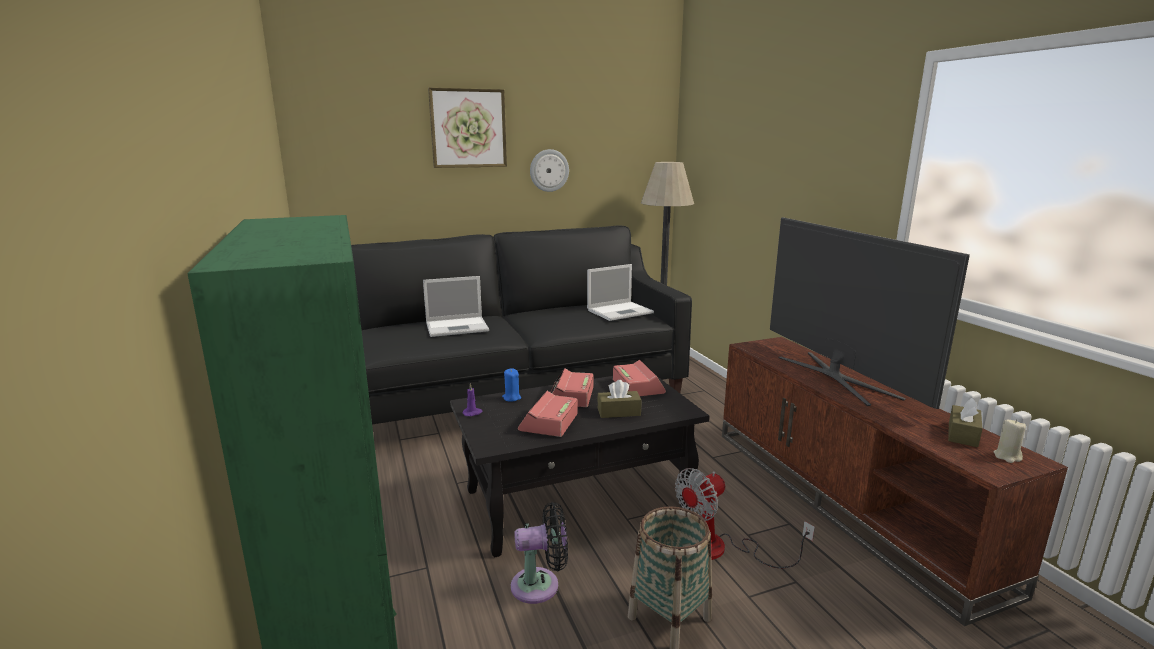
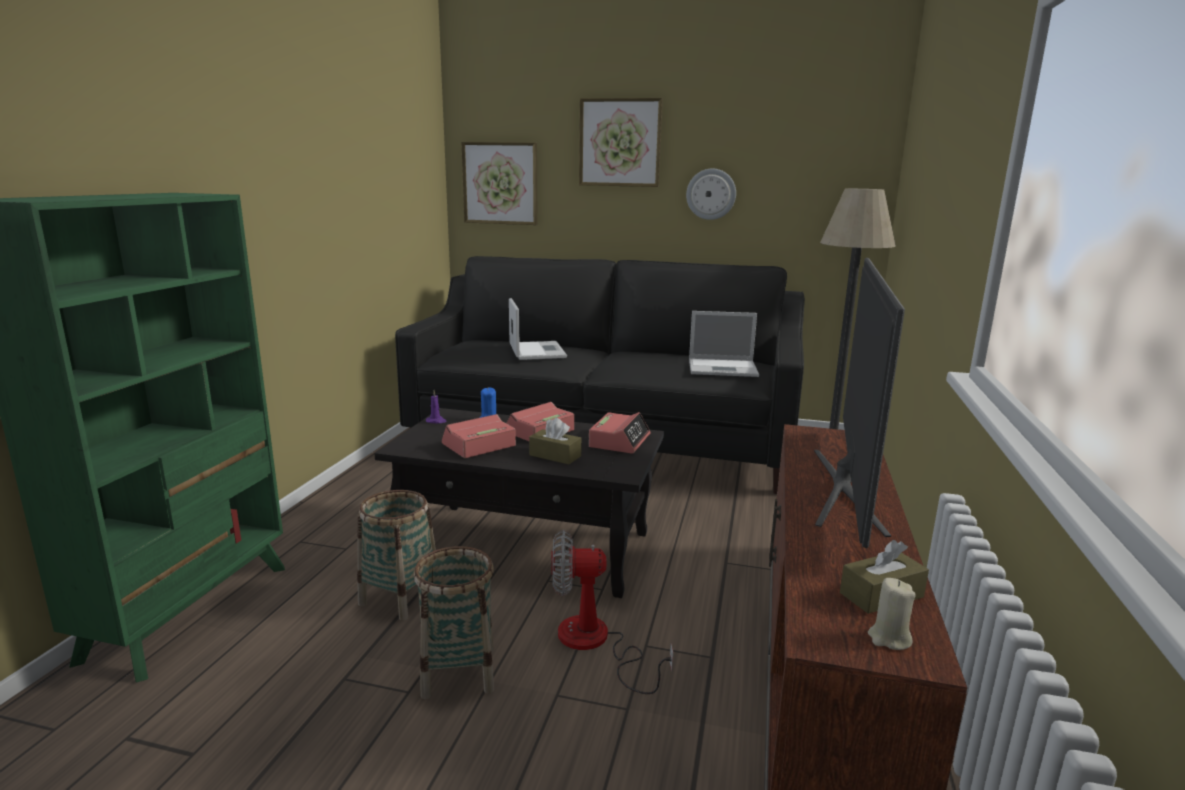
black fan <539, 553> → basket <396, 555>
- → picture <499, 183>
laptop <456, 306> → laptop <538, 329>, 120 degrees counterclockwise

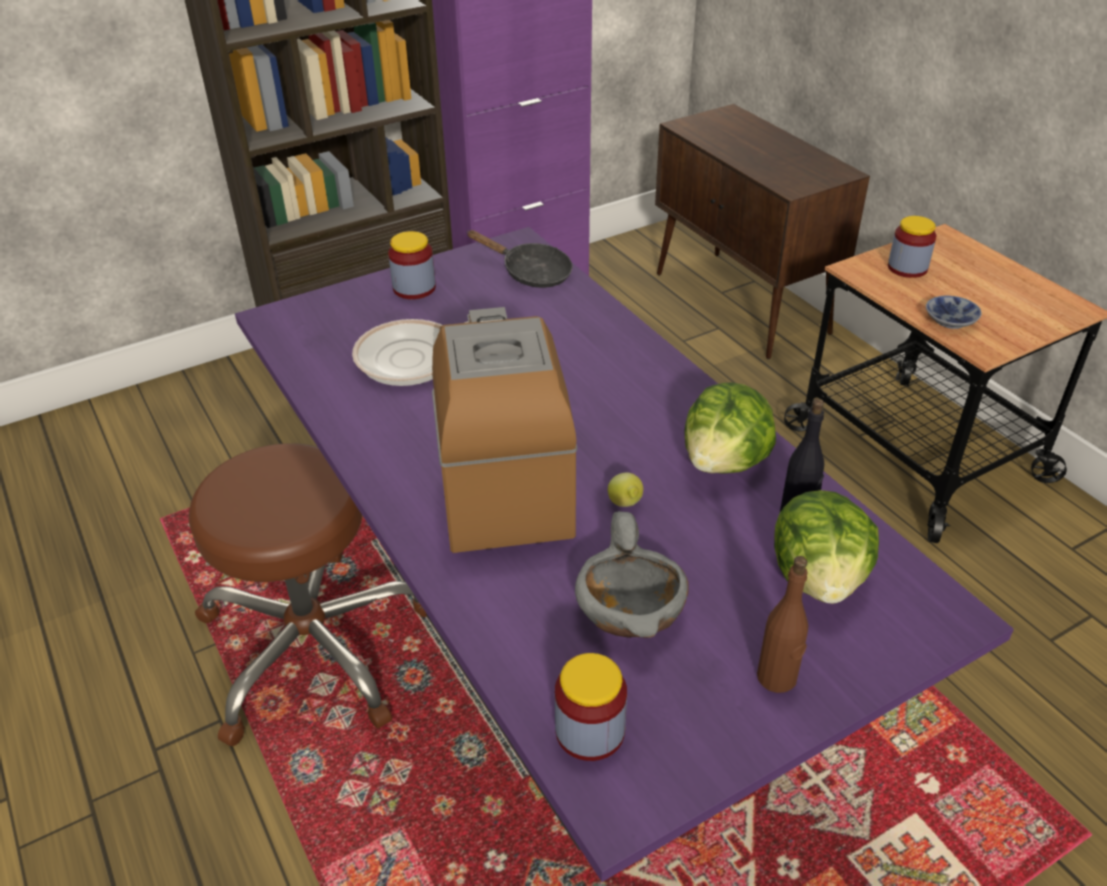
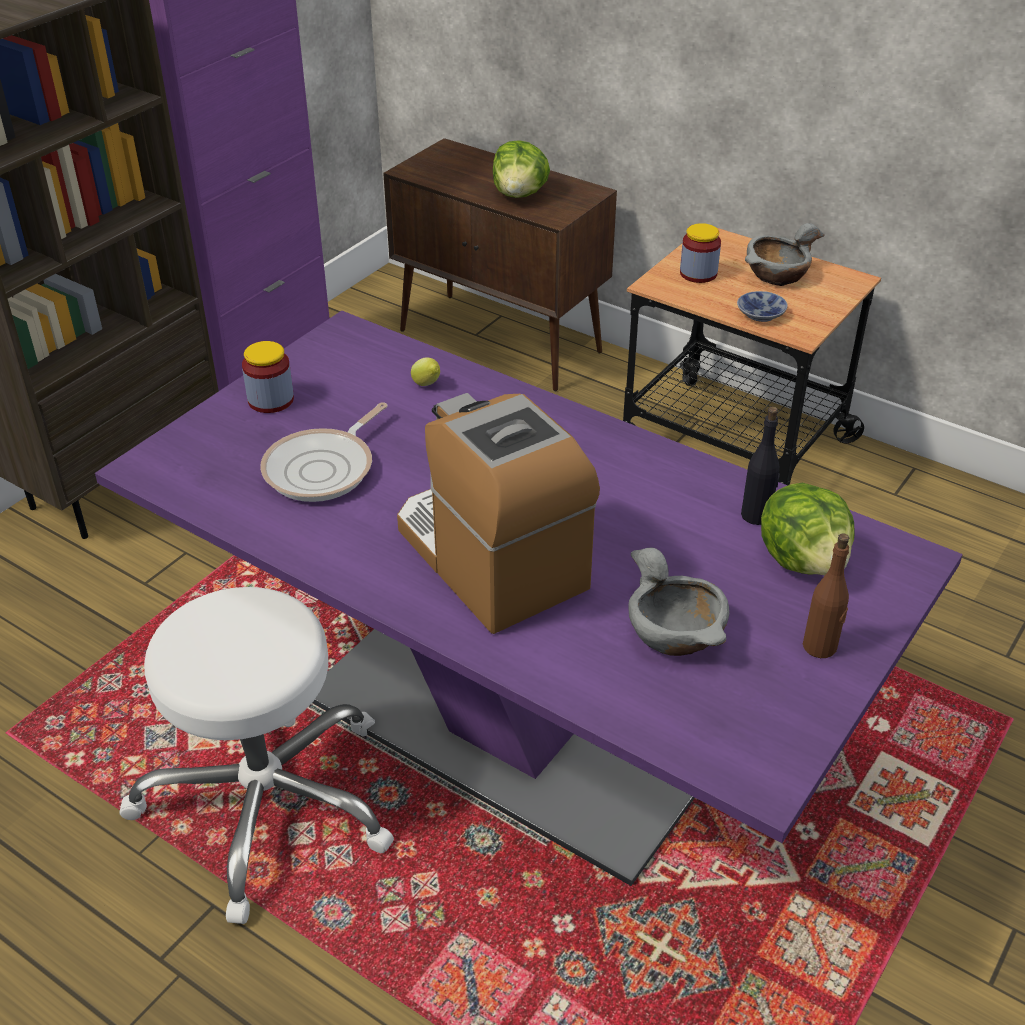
brown stool <308, 594> → white stool <256, 755>
lemon <625, 489> → lemon <425, 372>, shifted
lettuce <730, 428> → lettuce <521, 169>, shifted
- → grey bowl <785, 254>
black frying pan <520, 259> → -
jar <591, 707> → -

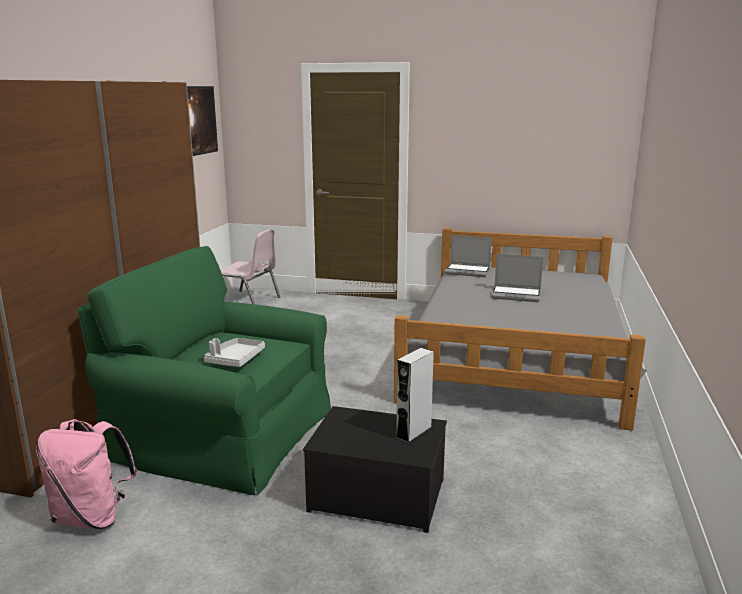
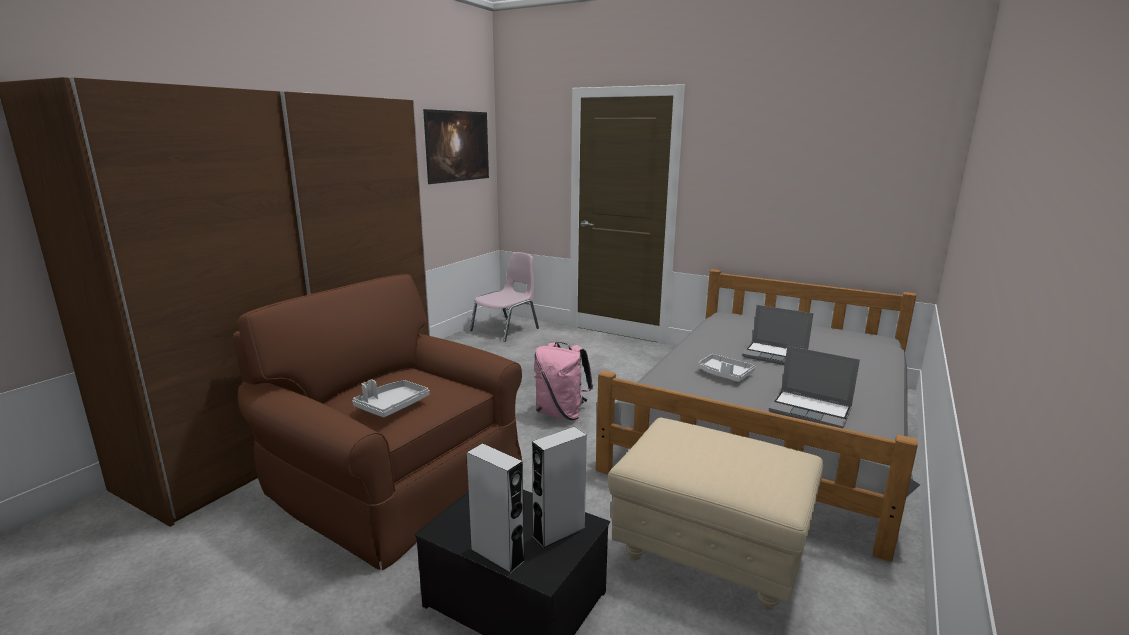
green armchair <204, 370> → brown armchair <377, 422>
- → grey speaker <496, 508>
pink chair <250, 266> → pink chair <504, 297>, 90 degrees counterclockwise
pink backpack <87, 474> → pink backpack <563, 381>, shifted
- → beige ottoman <715, 513>
- → white tray <726, 368>
laptop <468, 256> → laptop <814, 387>, shifted

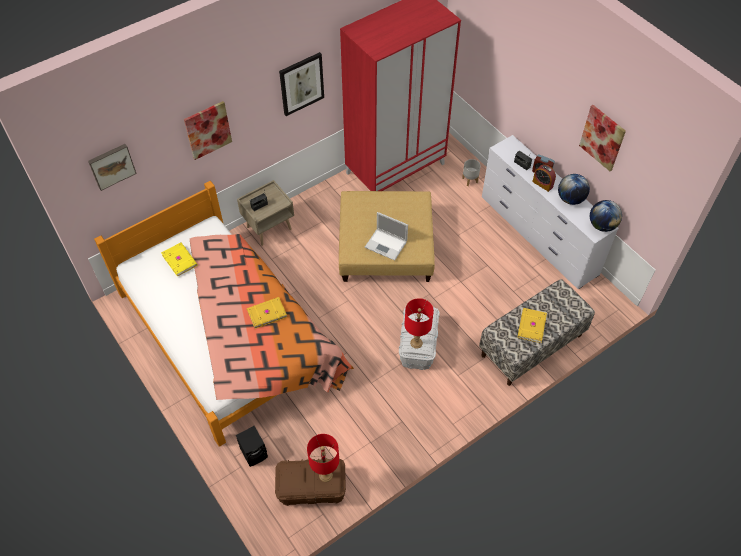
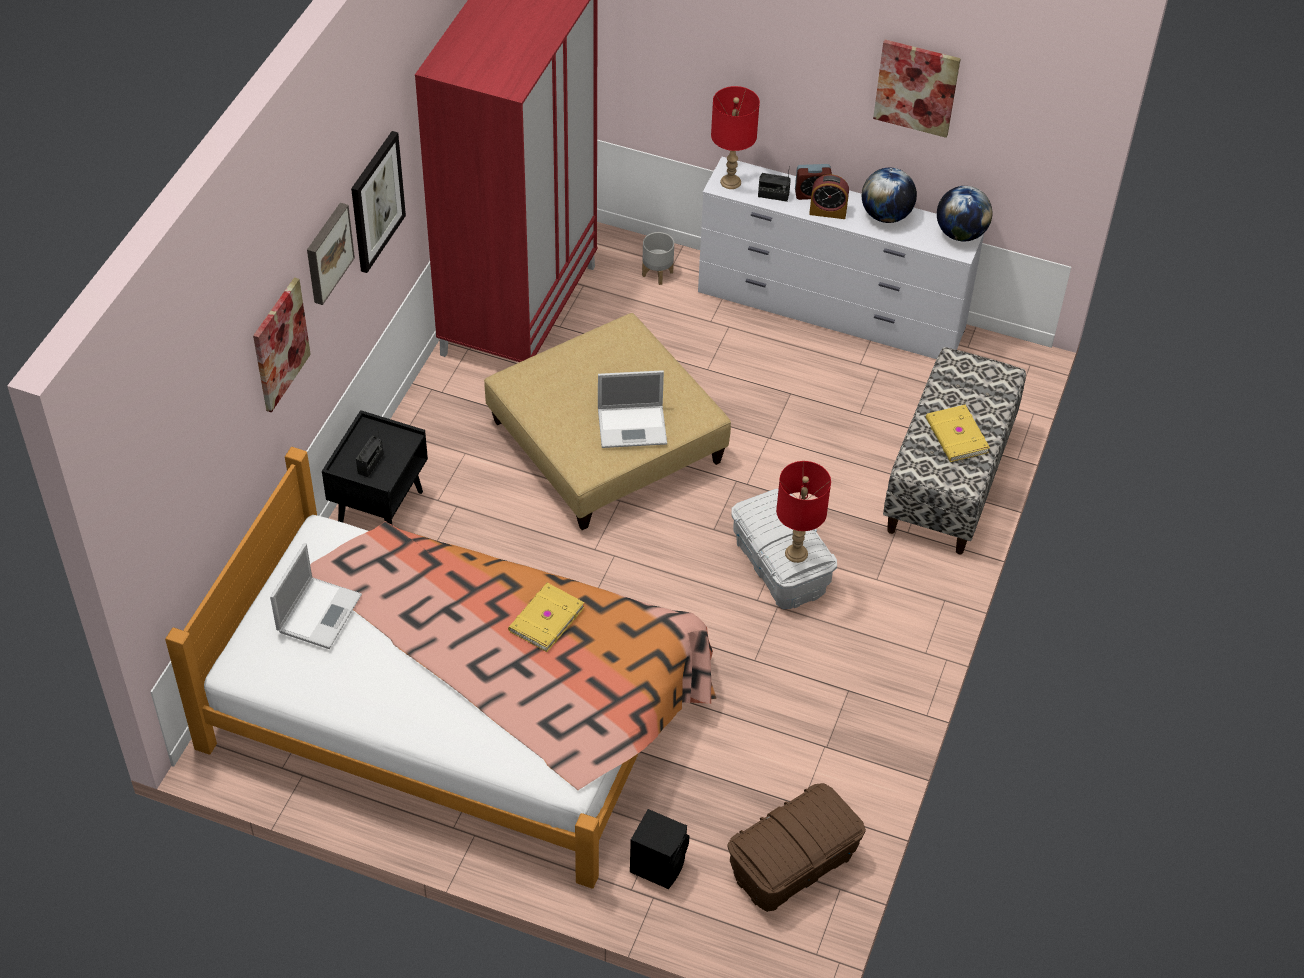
yellow book <179, 259> → laptop <316, 596>
picture <112, 167> → picture <331, 254>, shifted
beige nightstand <265, 213> → black nightstand <375, 467>
red table lamp <323, 458> → red table lamp <735, 137>, shifted

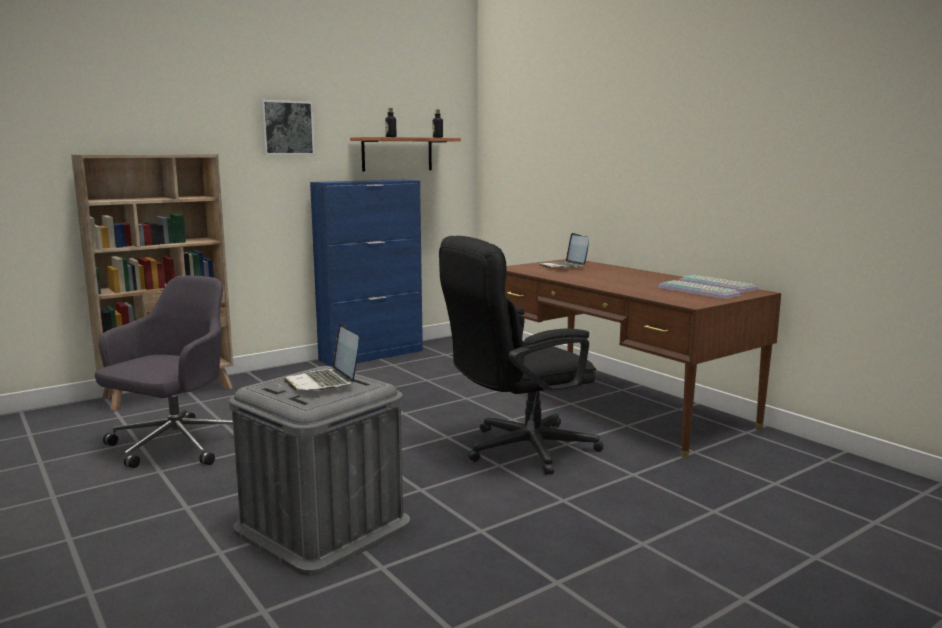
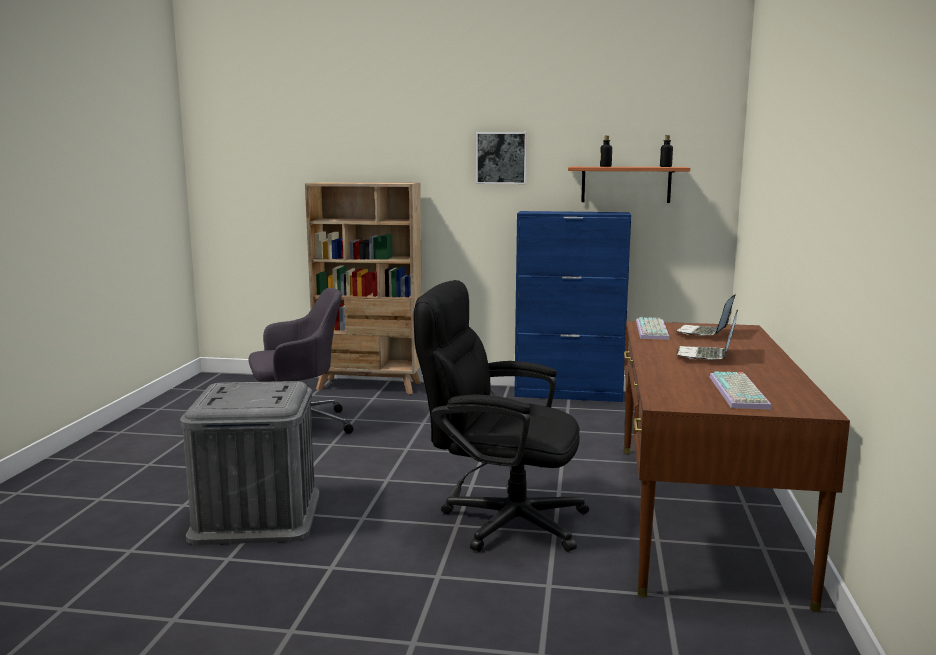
keyboard <718, 284> → keyboard <653, 328>, shifted
laptop <321, 357> → laptop <707, 335>, shifted

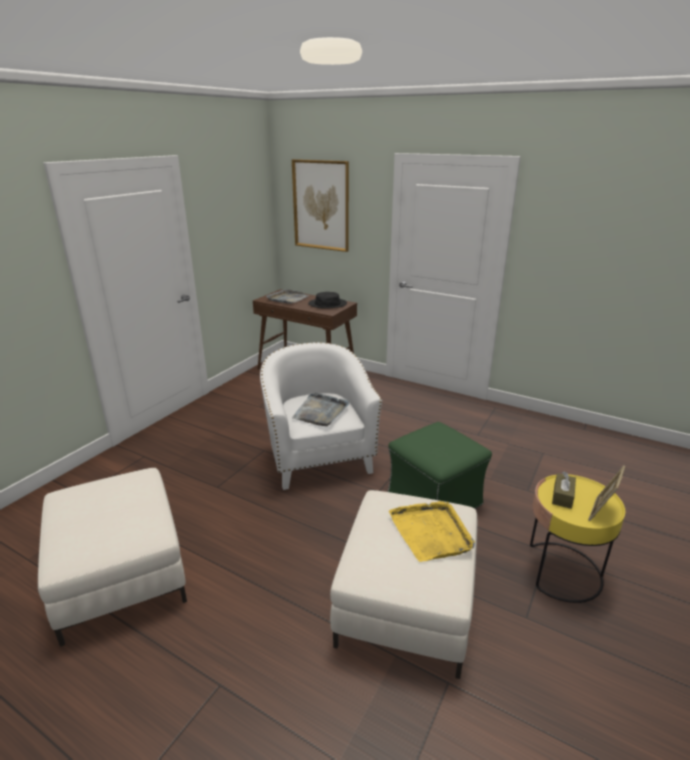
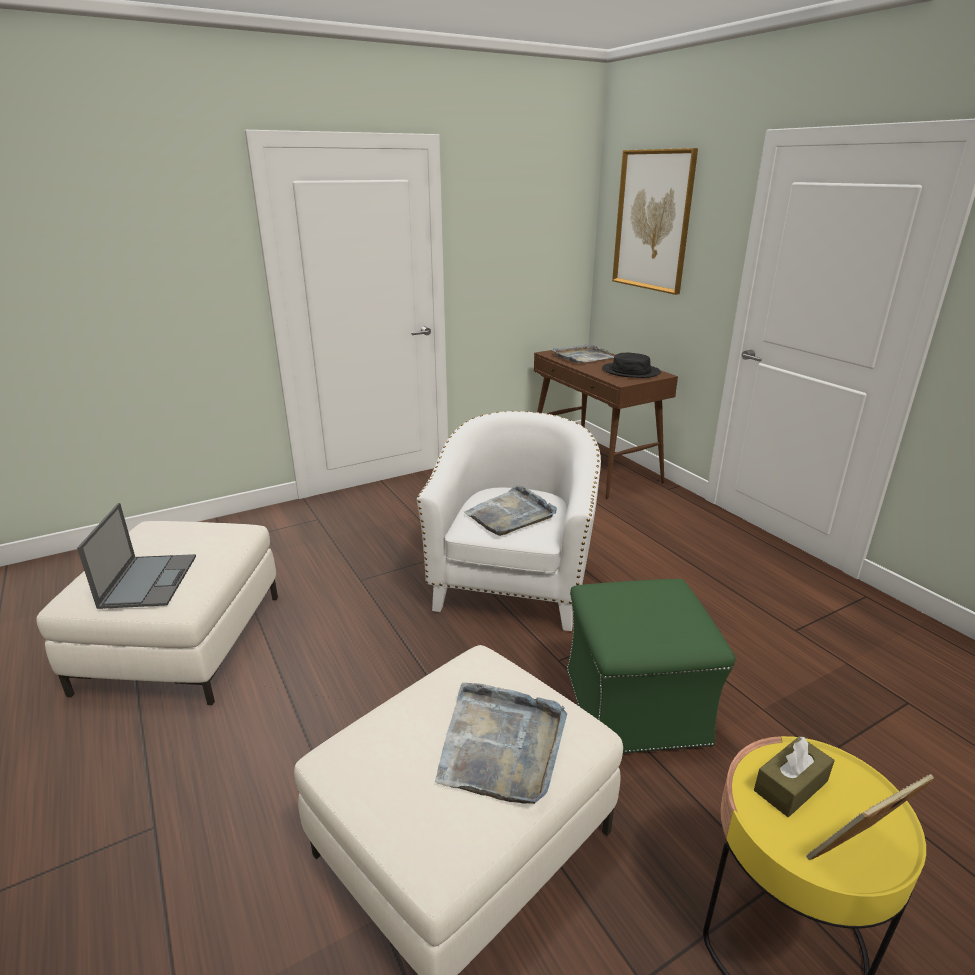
- → laptop <136, 556>
yellow tray <432, 531> → grey tray <501, 743>

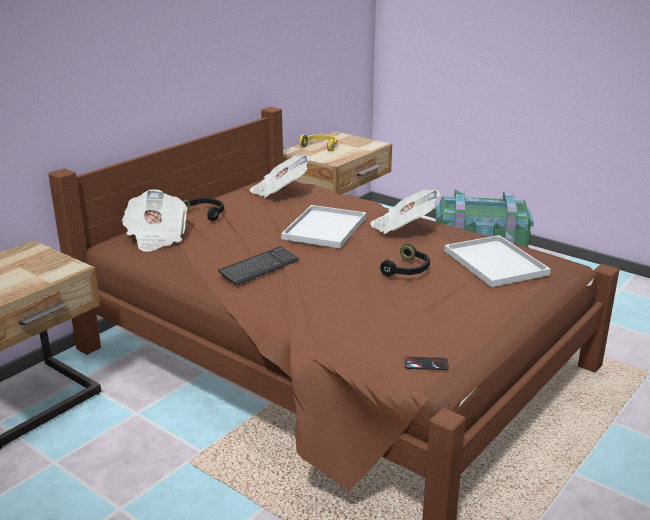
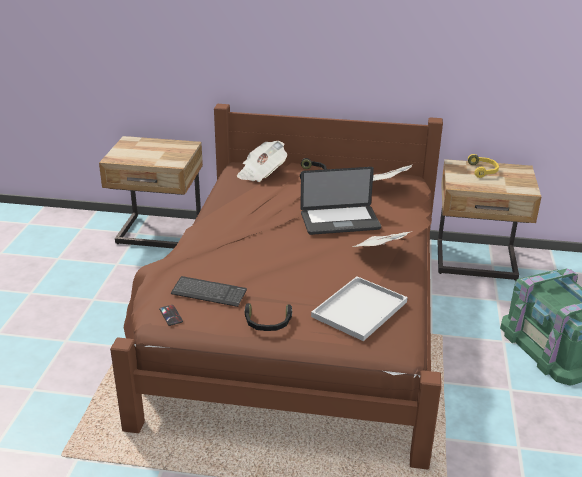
keyboard <258, 266> → keyboard <209, 291>, shifted
black headphones <405, 260> → black headphones <268, 317>, shifted
white tray <323, 226> → laptop <340, 201>

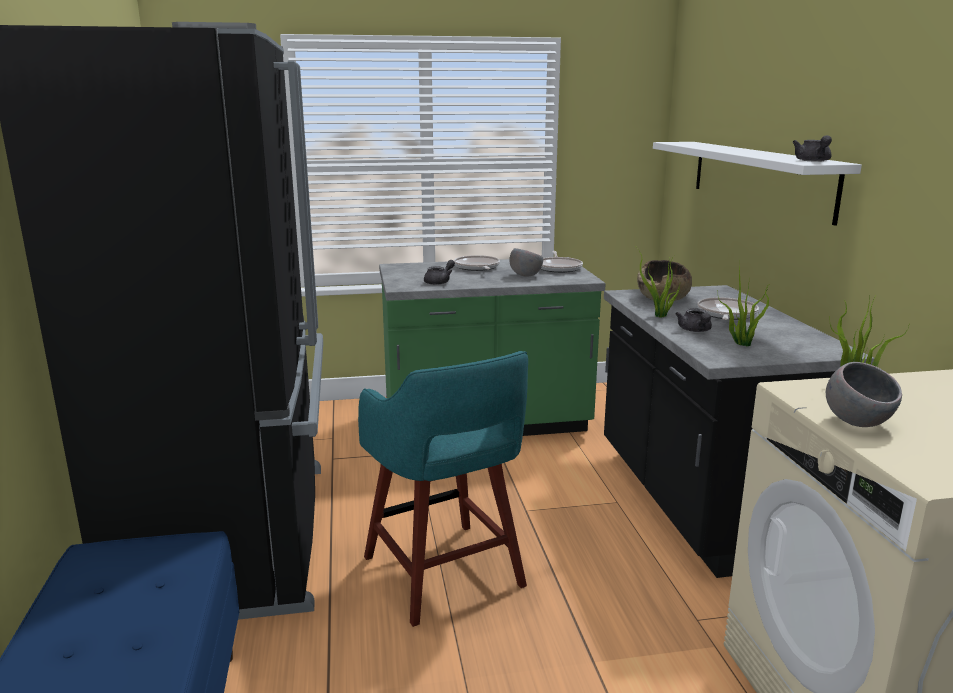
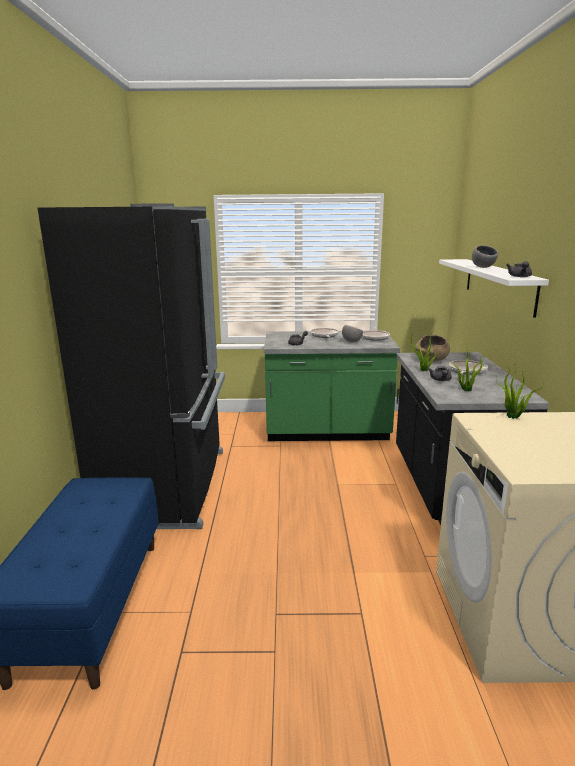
grey bowl <864, 394> → grey bowl <485, 256>, shifted
turquoise stool <443, 489> → -

